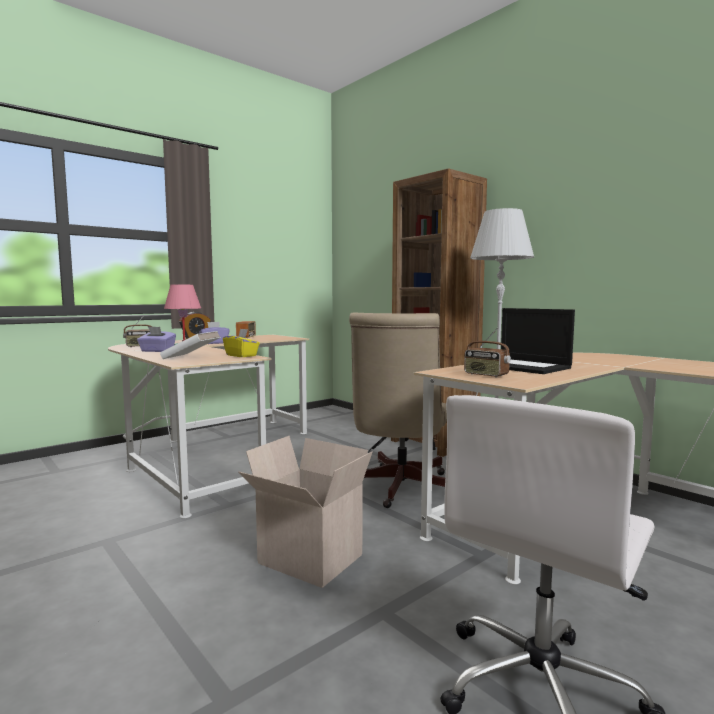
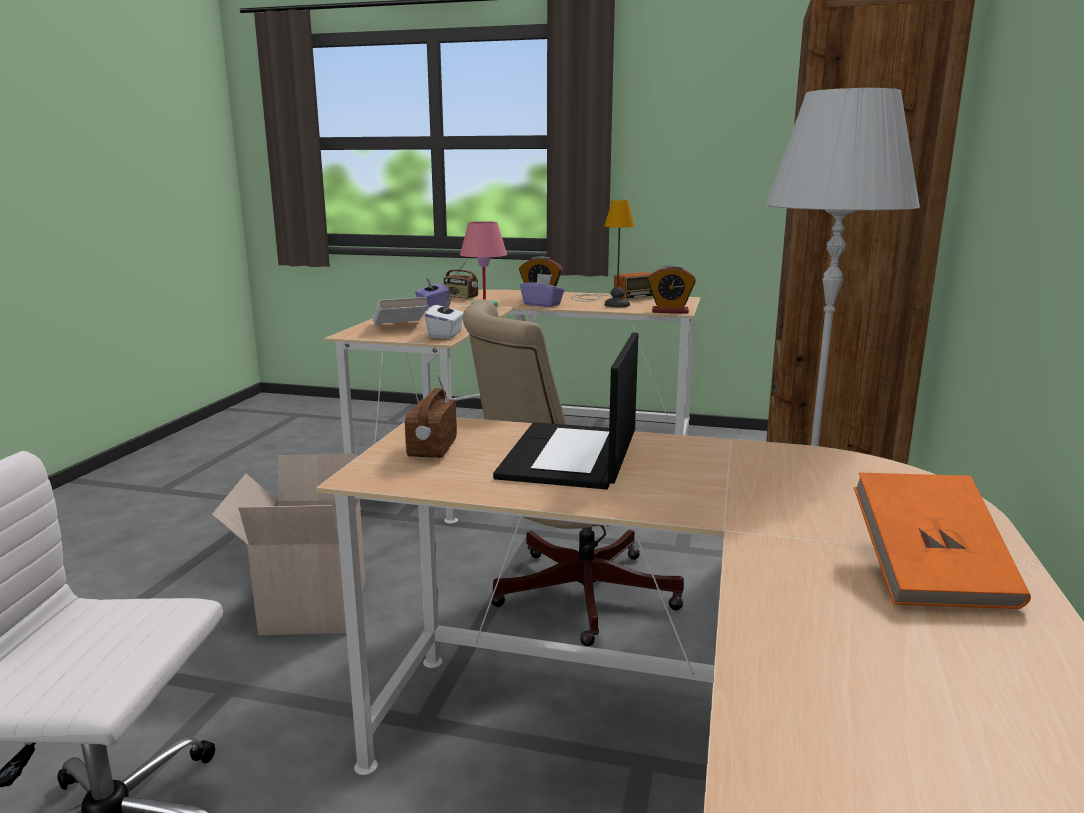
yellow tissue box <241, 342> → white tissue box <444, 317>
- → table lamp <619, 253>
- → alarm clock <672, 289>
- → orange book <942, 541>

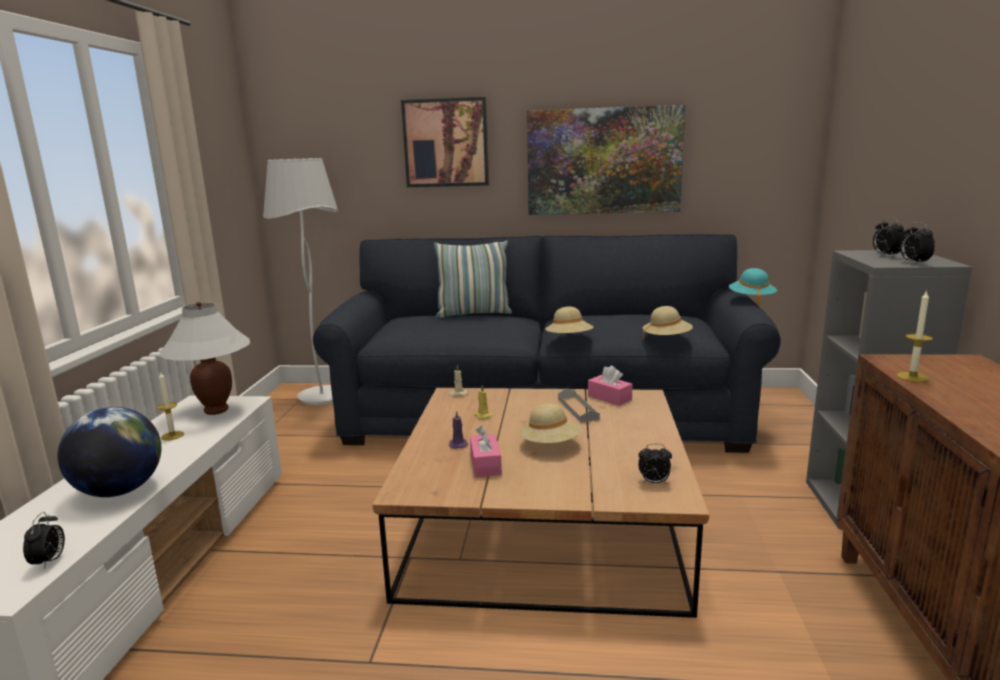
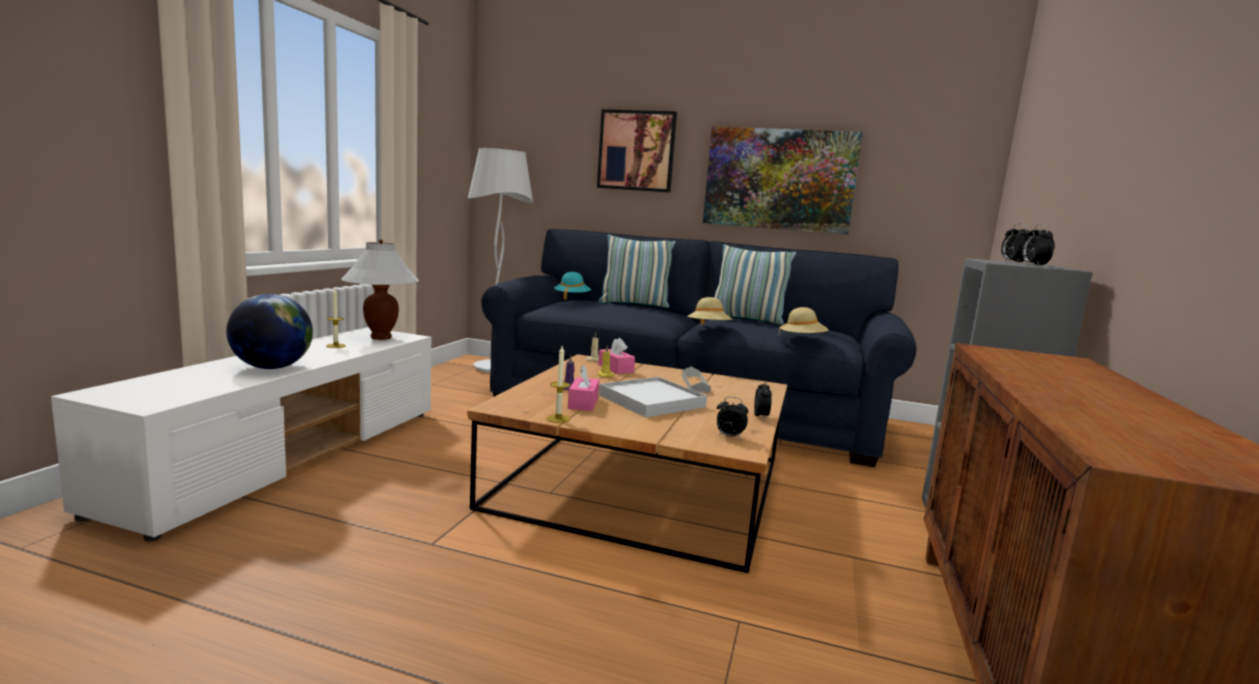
candle <915, 336> → candle <558, 384>, shifted
turquoise hat <753, 286> → turquoise hat <572, 286>, shifted
pink tissue box <610, 385> → pink tissue box <616, 356>, shifted
beige hat <551, 423> → white tray <653, 397>
- → pillow <755, 284>
alarm clock <44, 541> → alarm clock <763, 400>, shifted

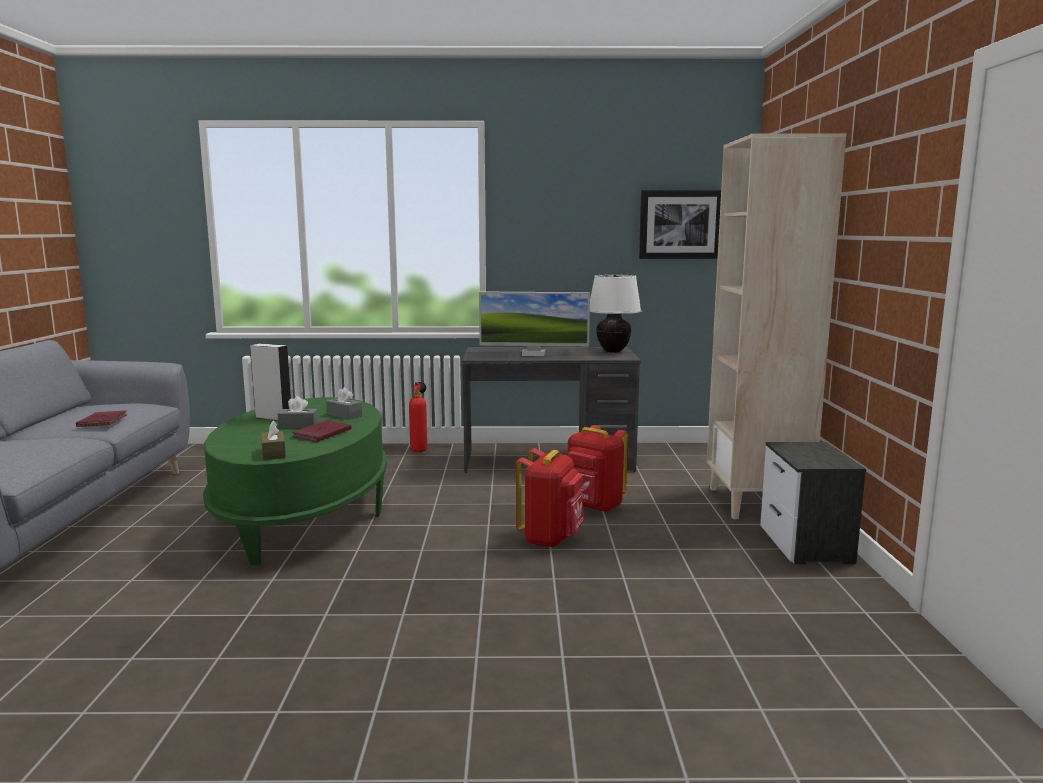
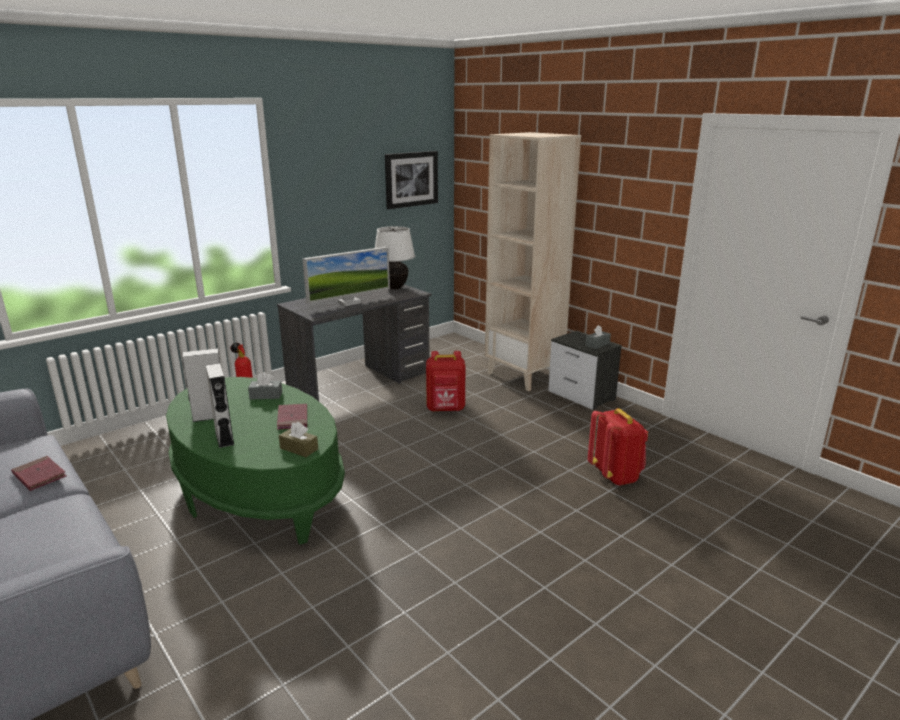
- → grey speaker <220, 405>
grey tissue box <298, 412> → grey tissue box <598, 337>, shifted
red backpack <550, 498> → red backpack <618, 446>, shifted

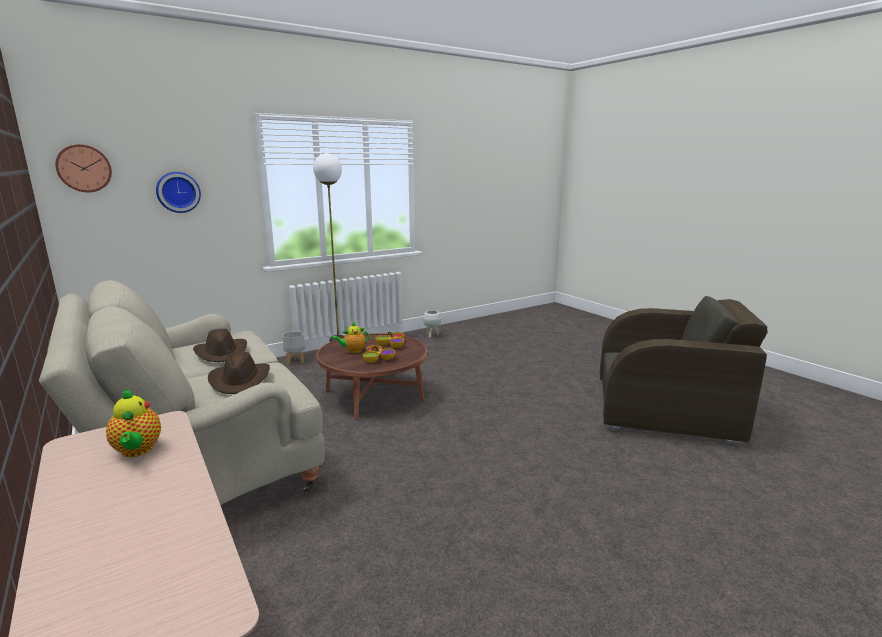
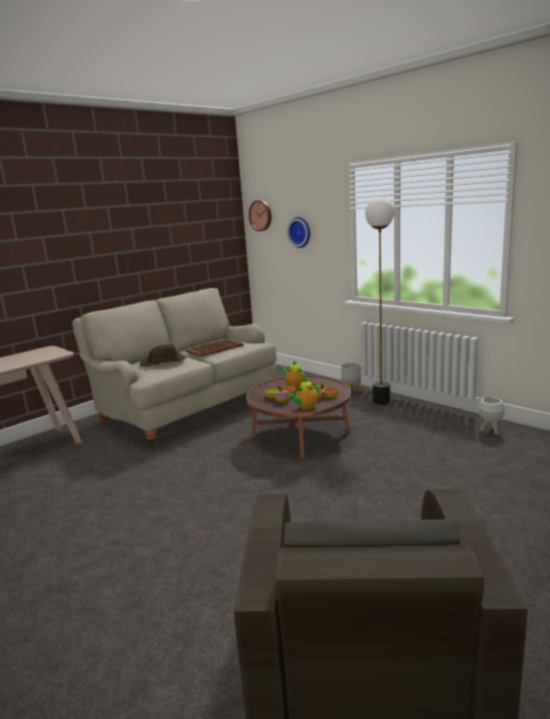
brown hat <220, 345> → brown tray <214, 347>
teapot <133, 423> → teapot <303, 393>, shifted

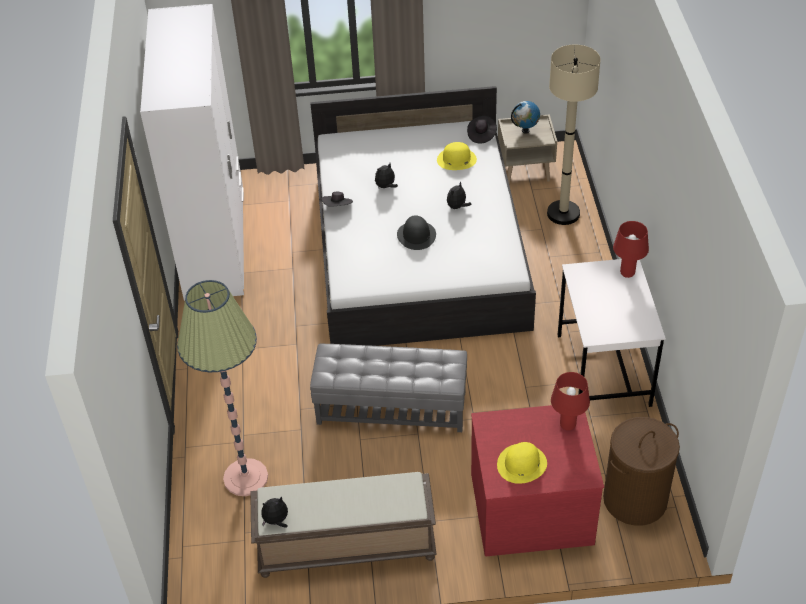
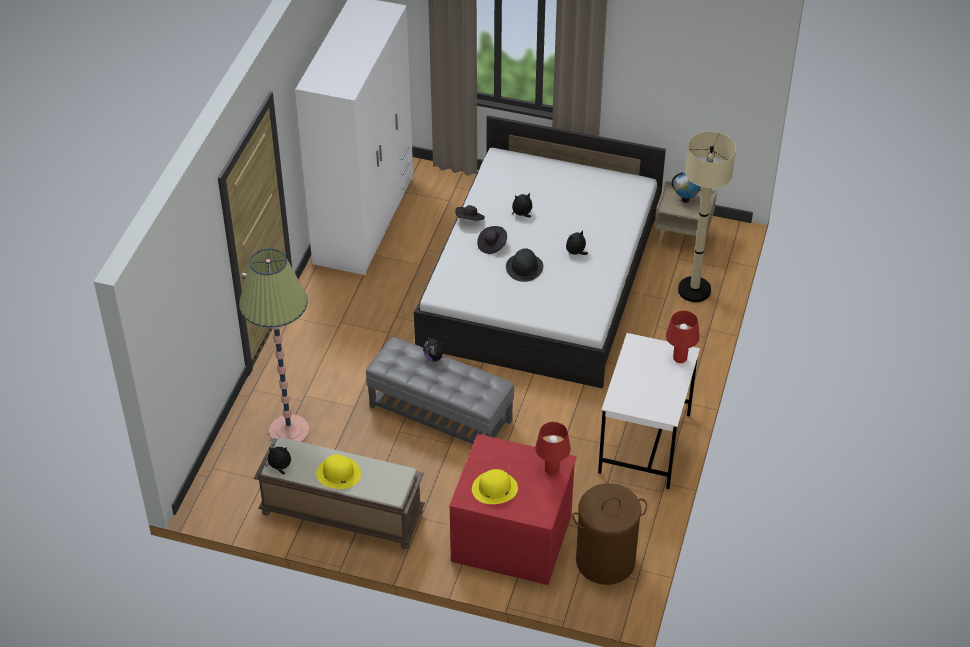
yellow hat <457, 156> → yellow hat <338, 472>, shifted
- → plush toy <434, 348>
black hat <482, 130> → black hat <492, 240>, shifted

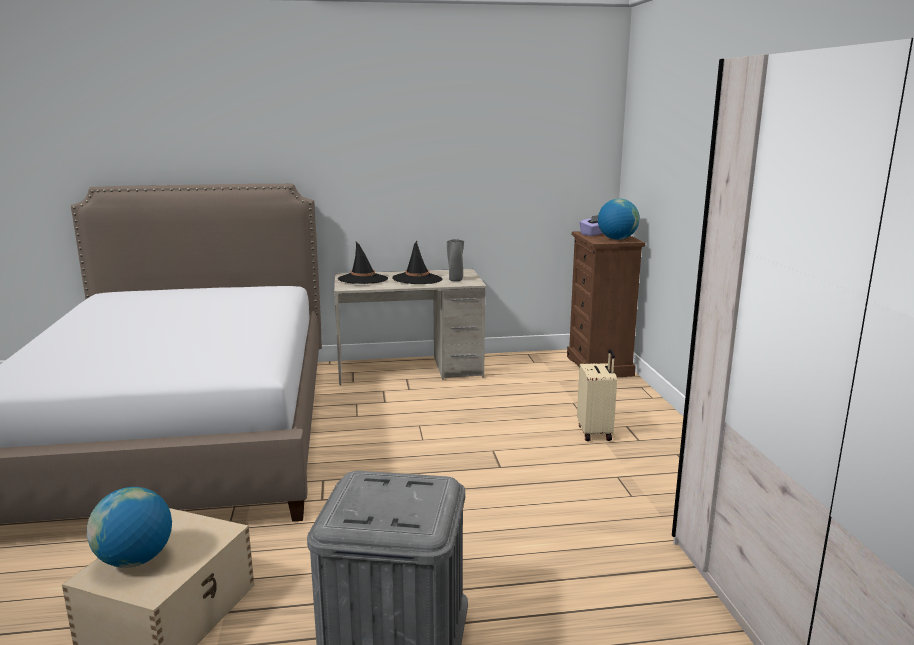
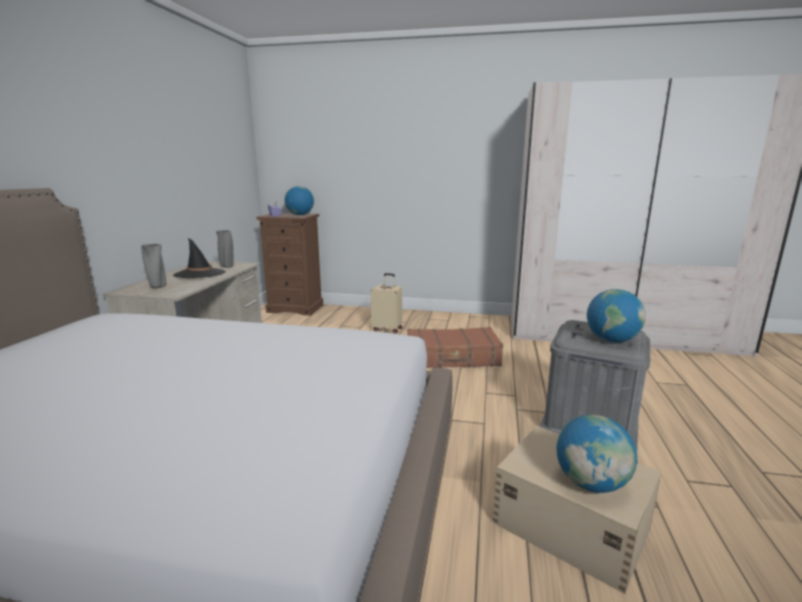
black hat <363, 263> → grey vase <153, 266>
- → brown suitcase <455, 347>
- → globe <616, 315>

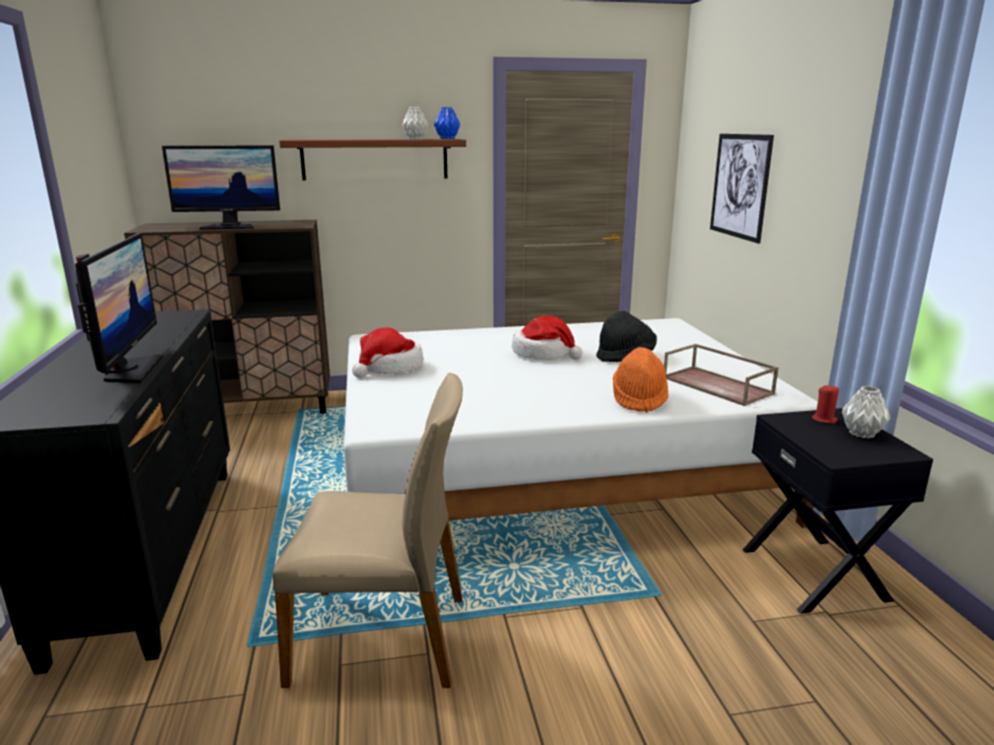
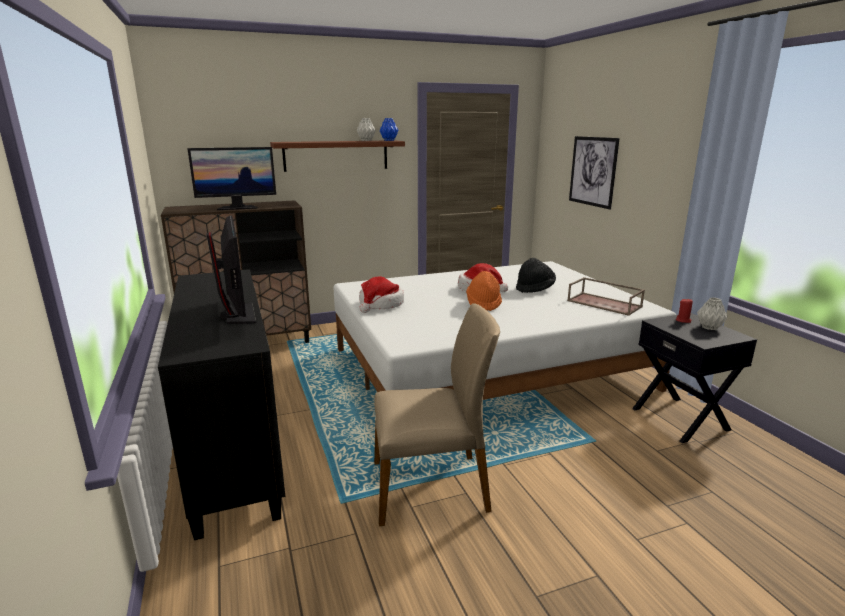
orange hat <640, 380> → orange hat <484, 291>, shifted

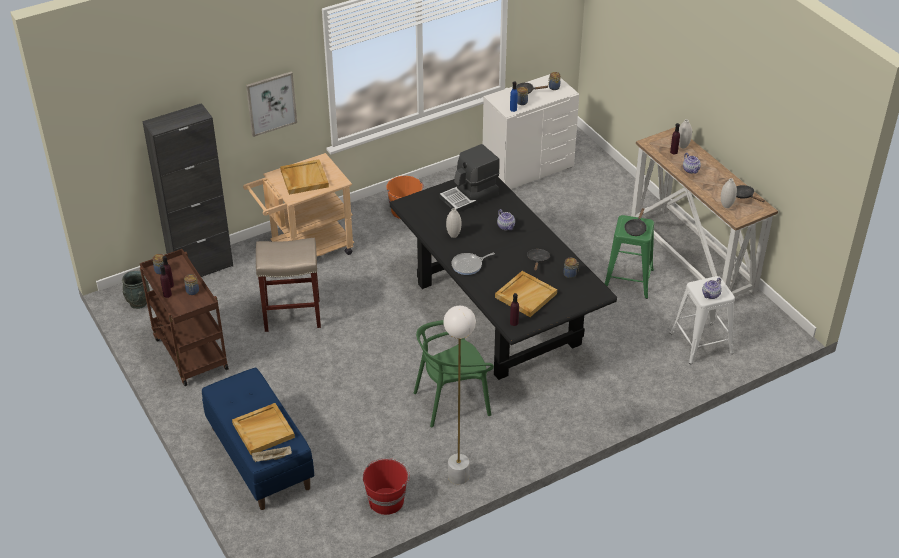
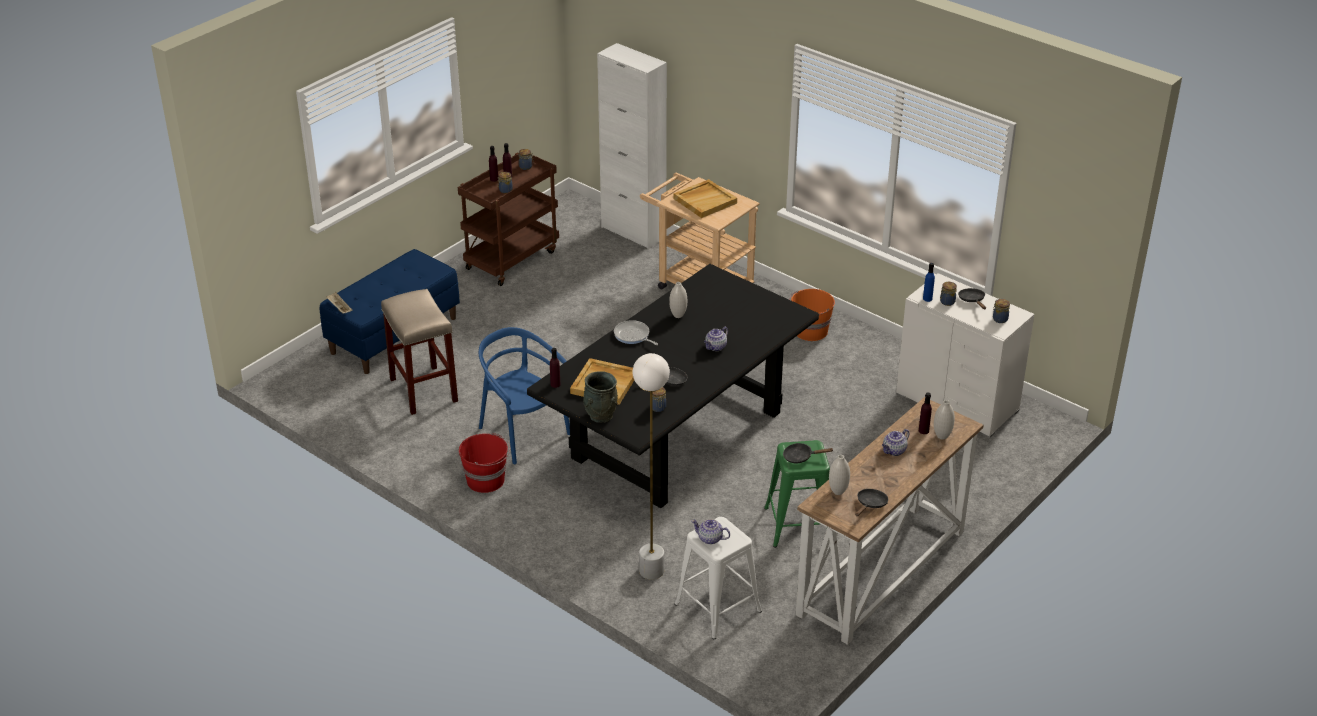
beige stool <288, 285> → beige stool <419, 352>, shifted
red bucket <386, 486> → red bucket <484, 463>, shifted
green chair <454, 373> → blue chair <524, 395>
grey vase <136, 290> → grey vase <600, 397>, shifted
black cabinet <187, 190> → white cabinet <632, 146>
white floor lamp <459, 395> → white floor lamp <651, 466>, shifted
beige tray <263, 429> → -
picture <271, 104> → -
coffee machine <469, 178> → -

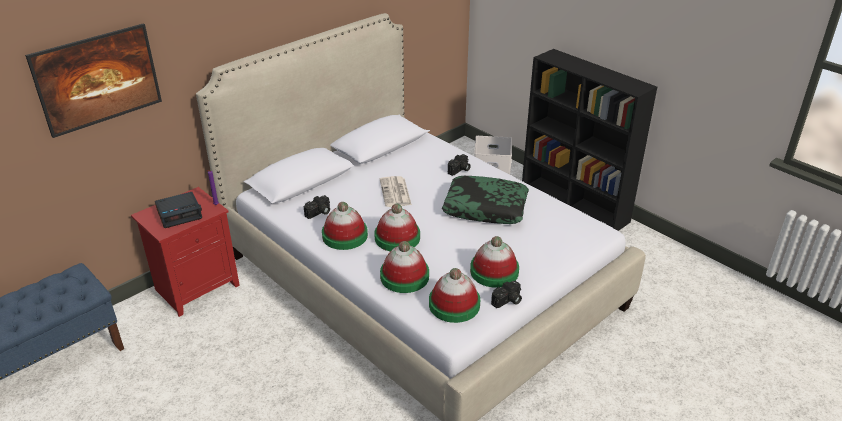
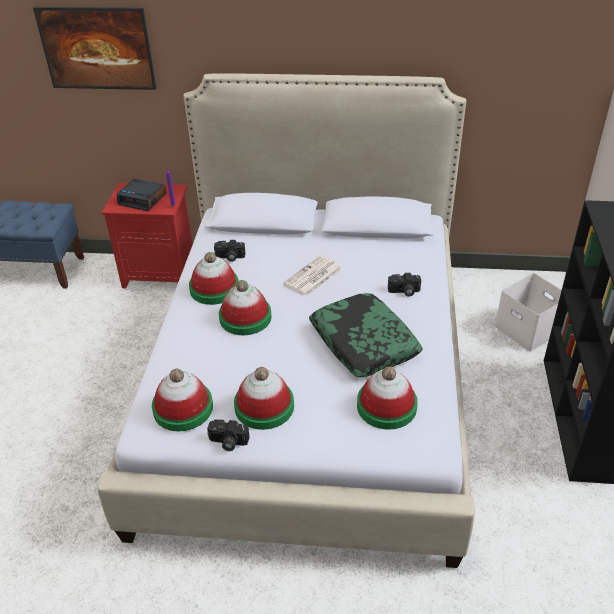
hat <404, 267> → hat <387, 398>, shifted

